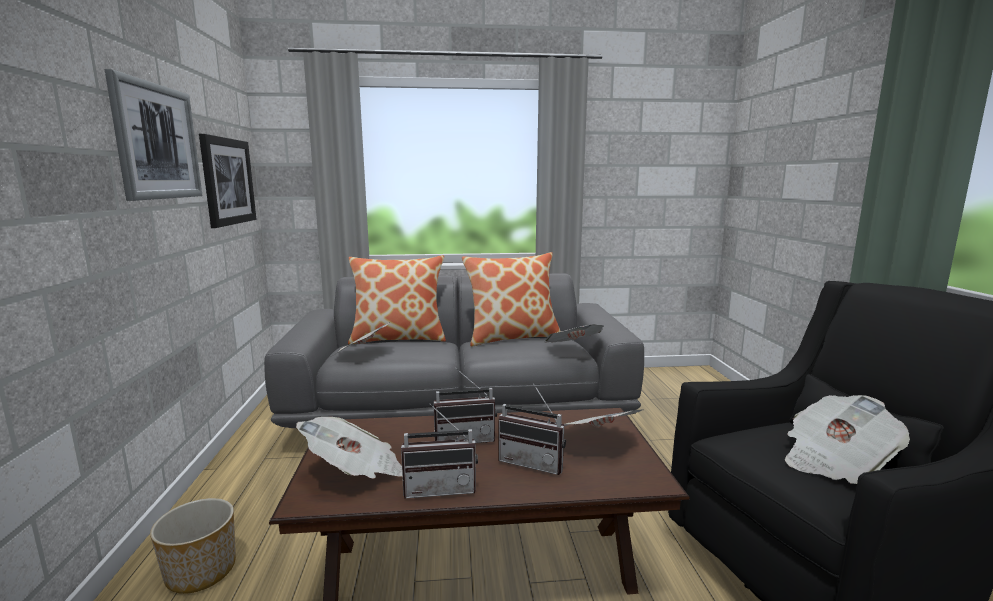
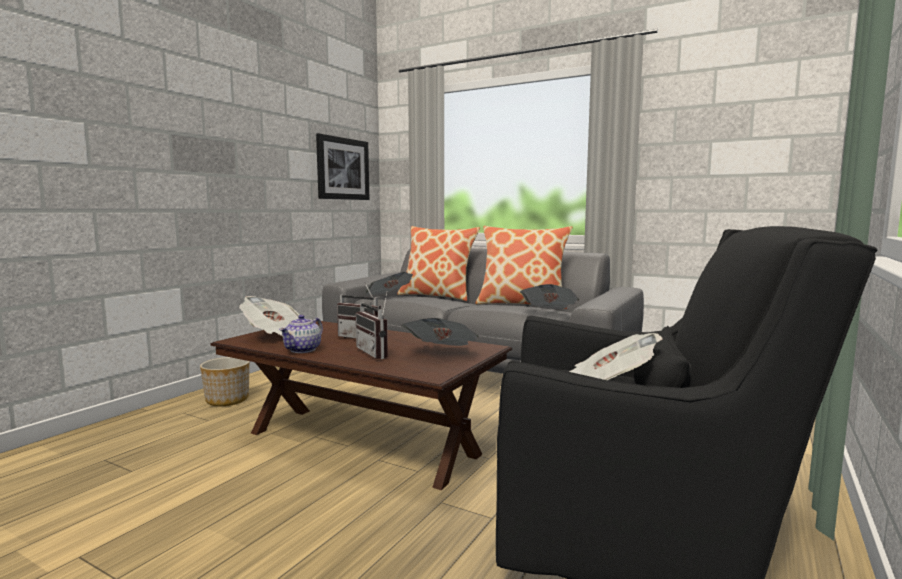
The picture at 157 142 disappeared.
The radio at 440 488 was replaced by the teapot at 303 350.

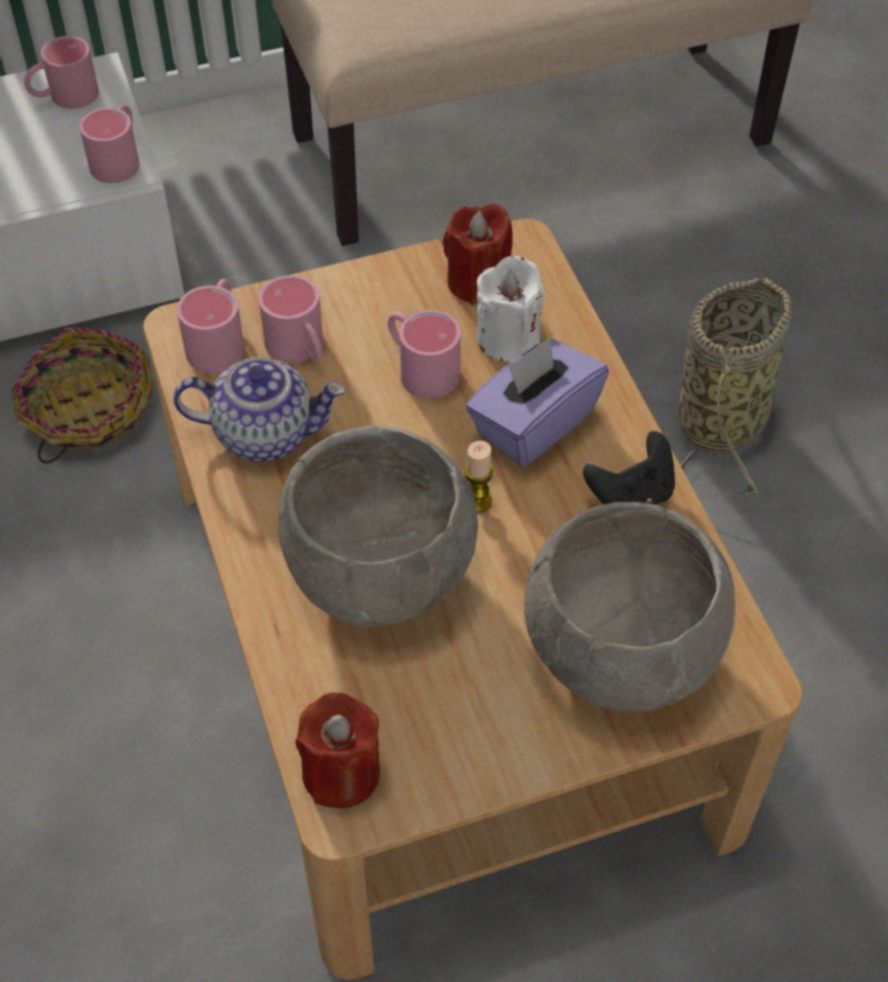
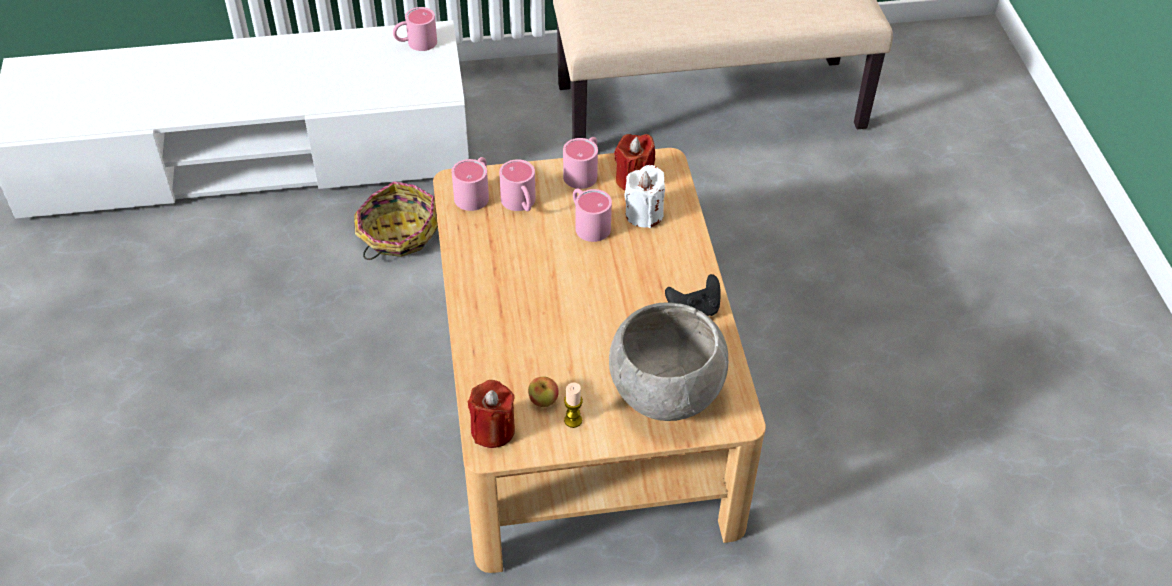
The teapot at 266 433 disappeared.
The grey bowl at 378 573 disappeared.
The purple tissue box at 533 424 disappeared.
The basket at 724 418 disappeared.
The apple at 543 400 appeared.
The pink mug moved from 119 158 to 584 172.
The candle moved from 477 501 to 573 420.

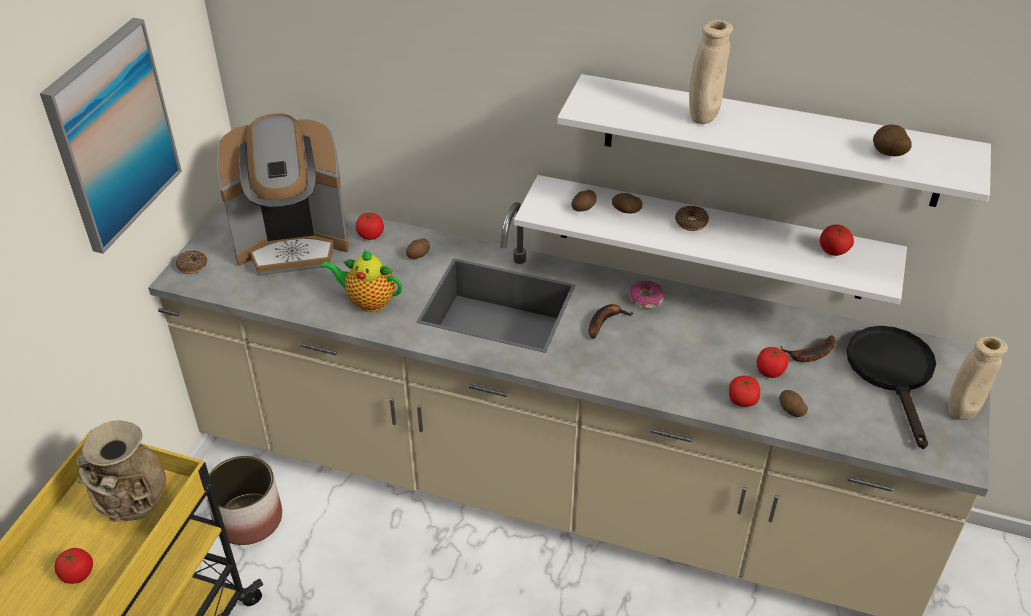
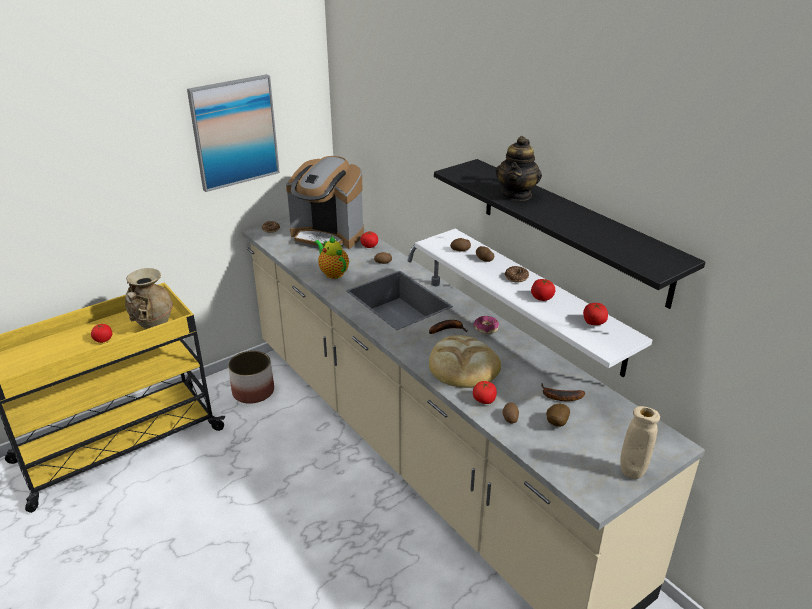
The black frying pan at 893 373 disappeared.
The bread at 463 366 appeared.
The tomato moved from 770 371 to 542 298.
The potato moved from 887 155 to 555 424.
The beige vase at 702 119 was replaced by the teapot at 517 194.
The white shelf at 770 141 became the black shelf at 572 229.

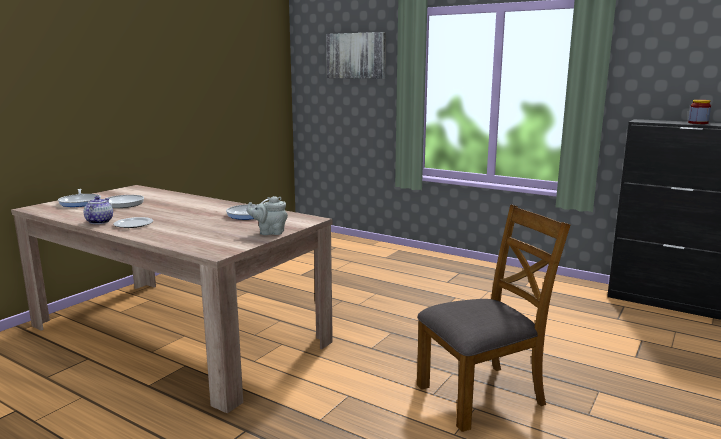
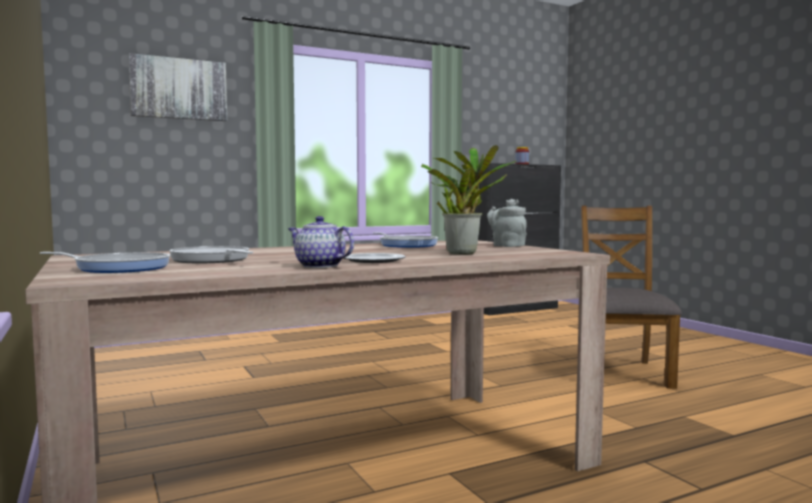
The potted plant at 463 253 appeared.
The grey teapot at 270 232 turned 120 degrees clockwise.

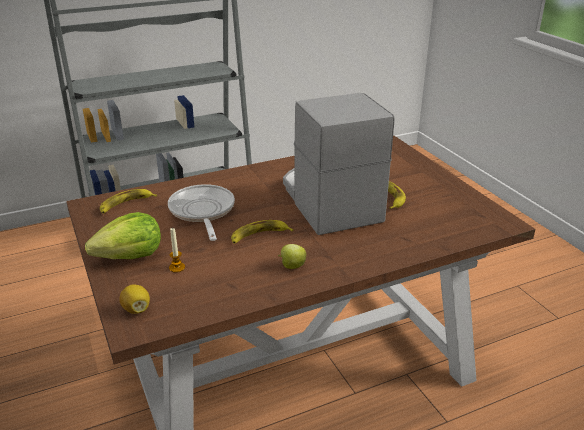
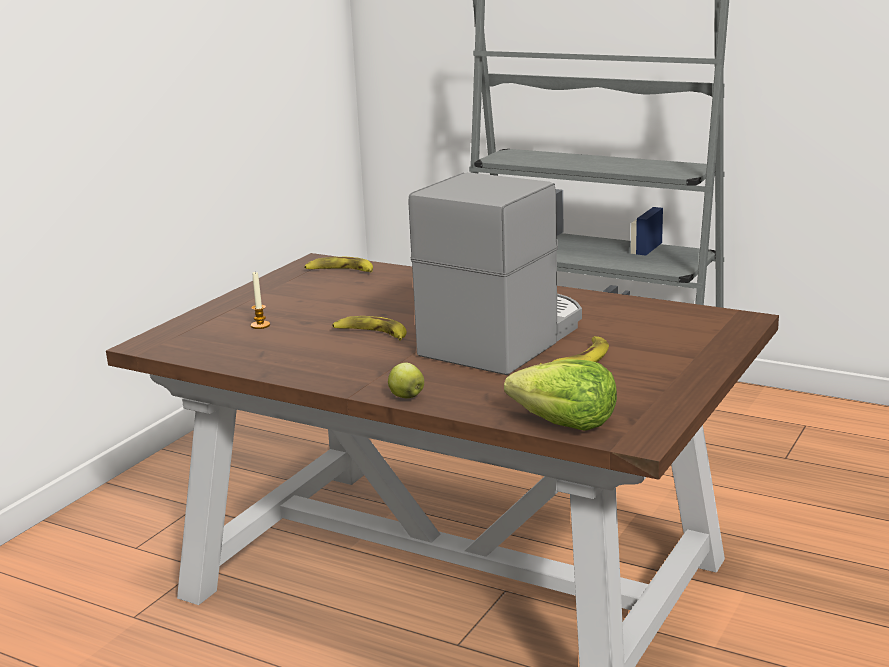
The lemon at 136 309 disappeared.
The frying pan at 202 212 disappeared.
The lettuce moved from 130 256 to 565 423.
The apple moved from 292 266 to 406 396.

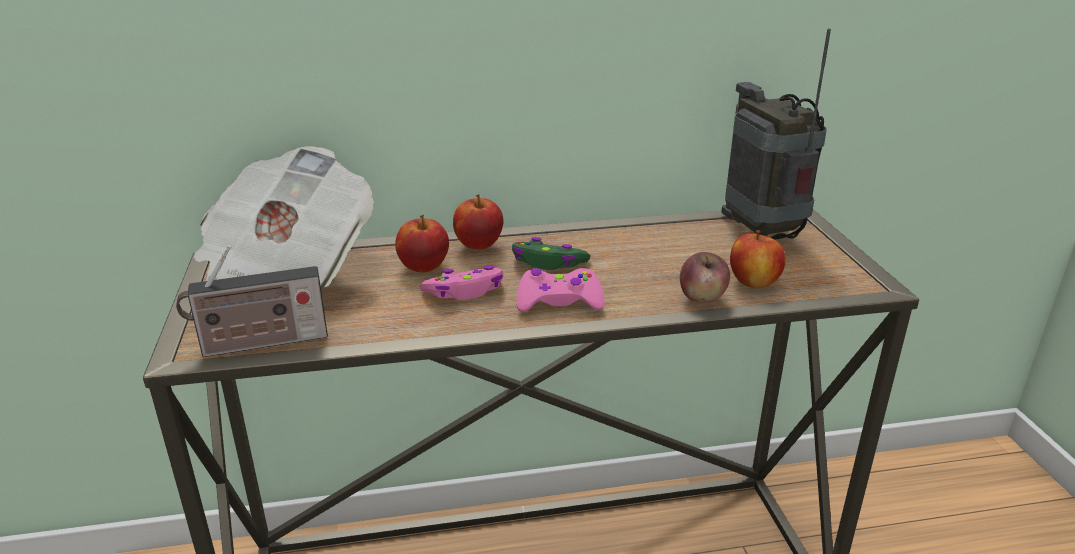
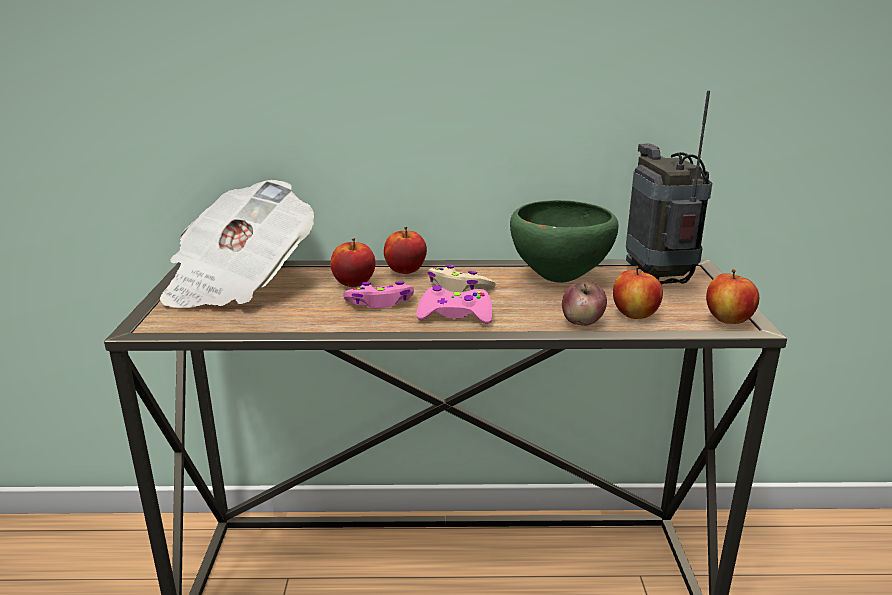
The radio at 259 344 disappeared.
The green bowl at 558 280 appeared.
The apple at 728 319 appeared.
The green game controller at 548 263 became the beige game controller at 459 288.

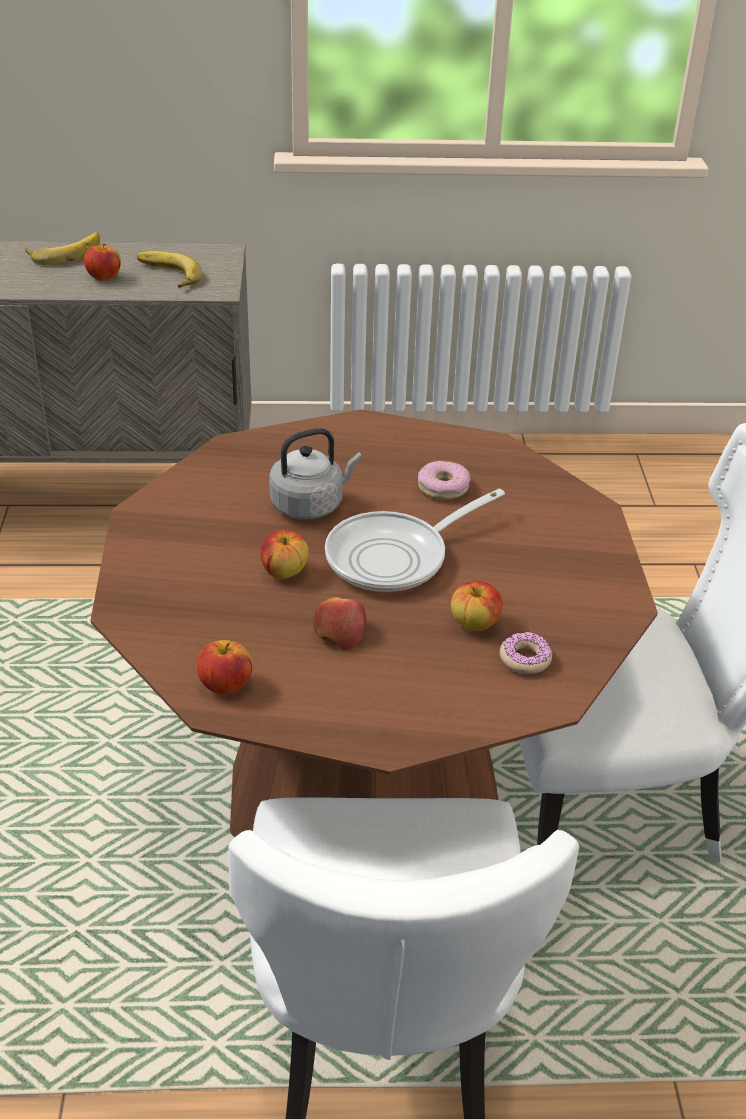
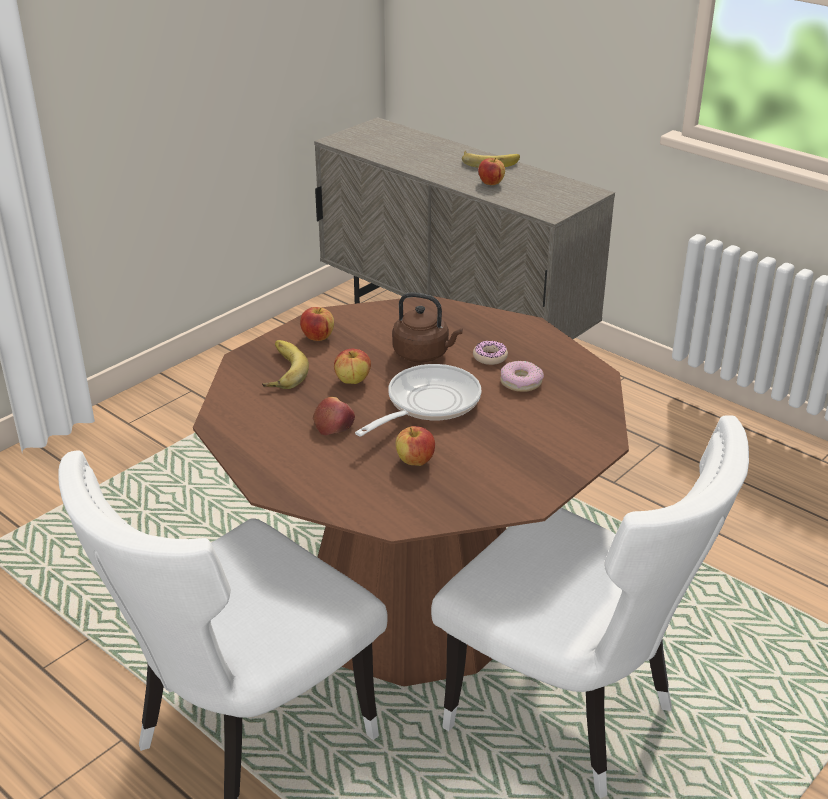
The banana moved from 166 276 to 280 370.
The apple moved from 225 685 to 317 337.
The donut moved from 525 659 to 490 357.
The grey kettle at 310 504 became the brown kettle at 424 354.
The frying pan at 395 557 turned 120 degrees clockwise.

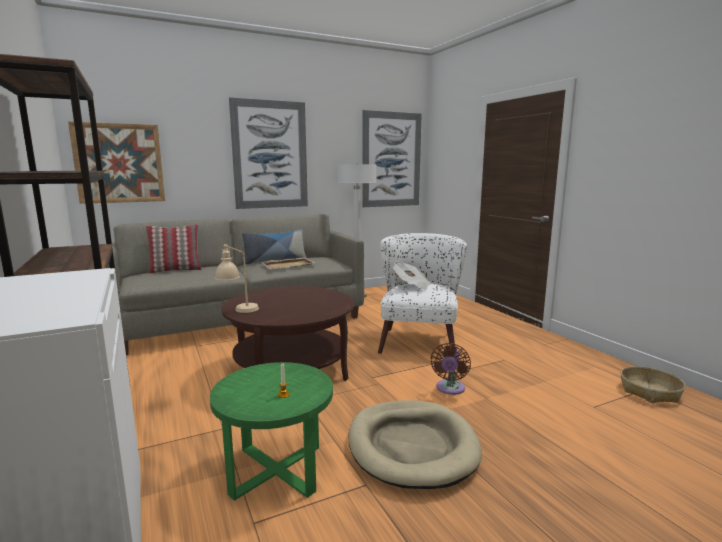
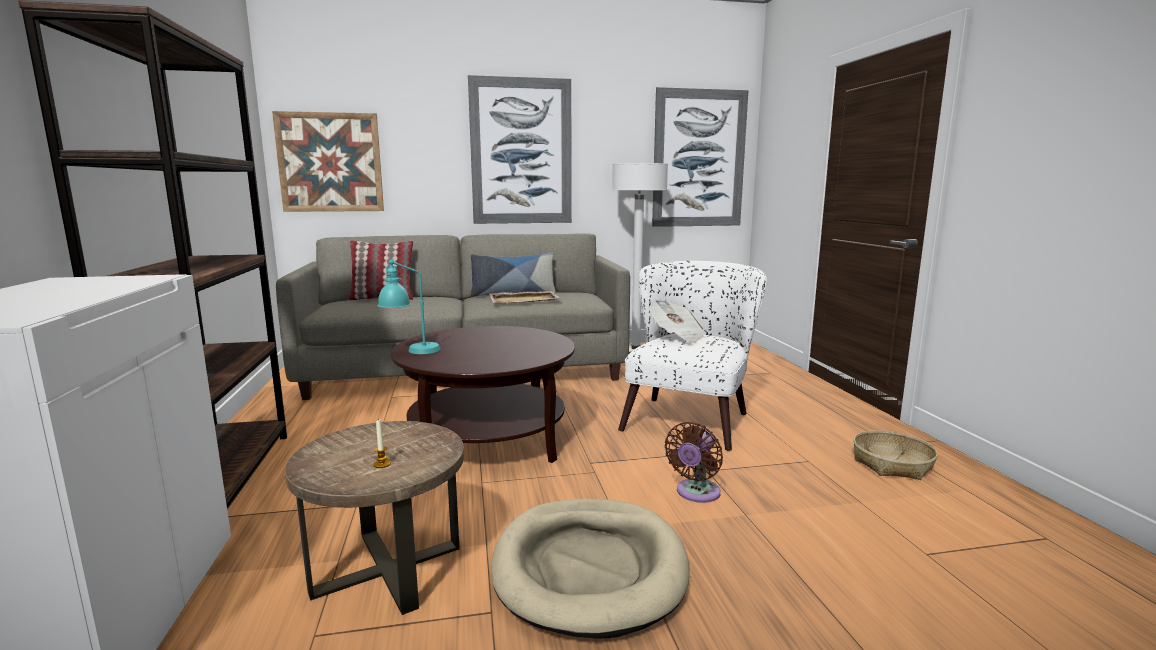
The basket moved from 649 392 to 892 464.
The green side table at 276 469 became the brown side table at 387 569.
The beige table lamp at 238 311 became the turquoise table lamp at 411 352.

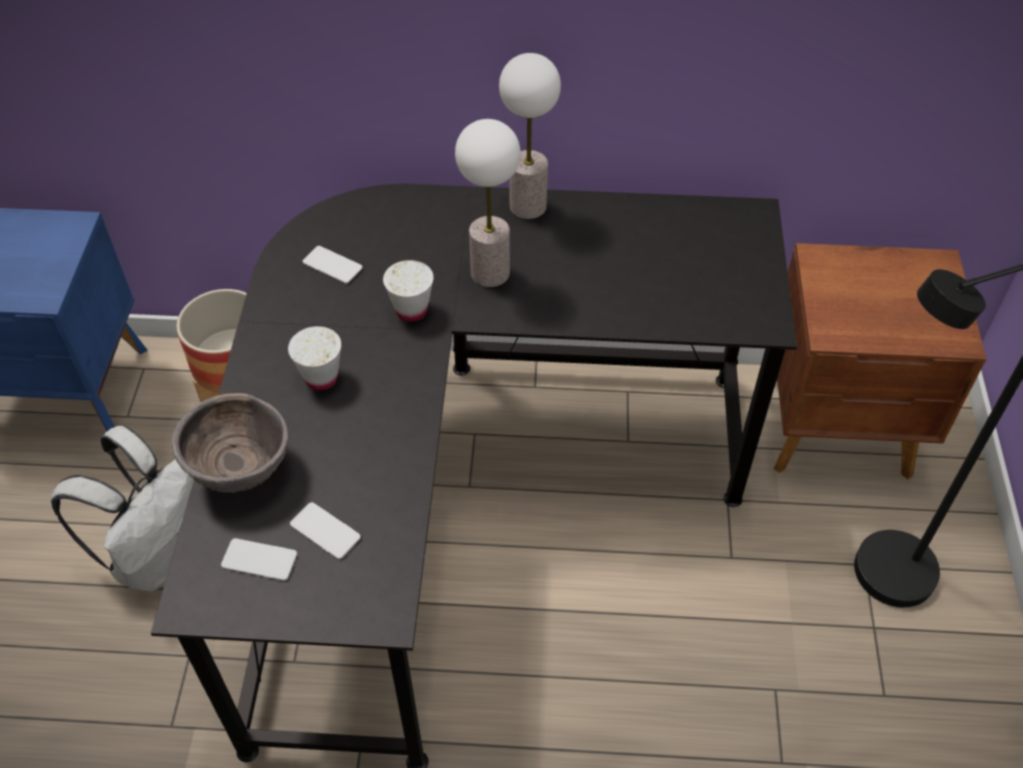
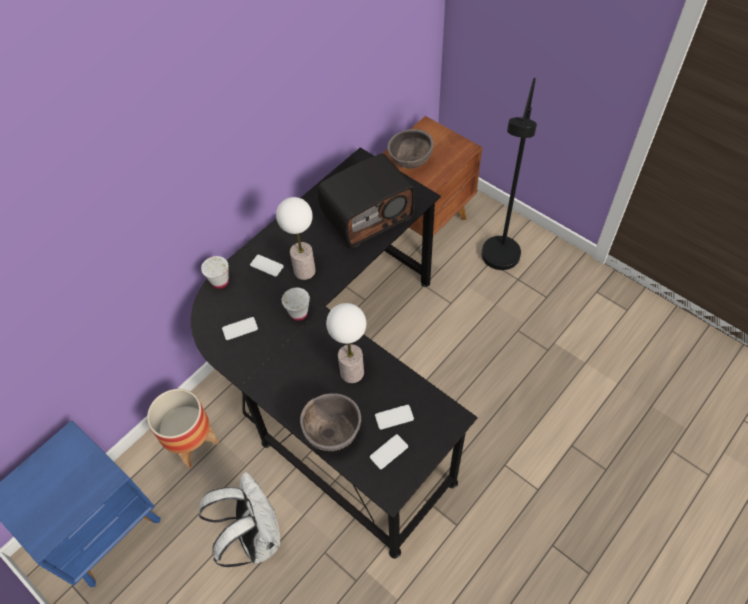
The phone at 267 266 appeared.
The radio at 367 215 appeared.
The brown bowl at 410 163 appeared.
The white cup moved from 321 378 to 220 282.
The table lamp moved from 527 206 to 351 372.

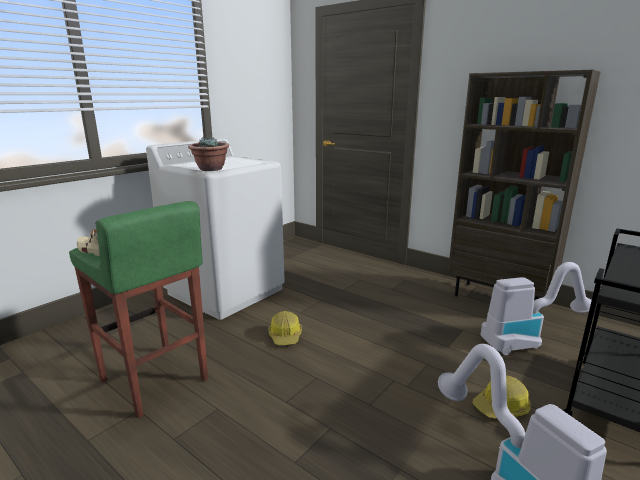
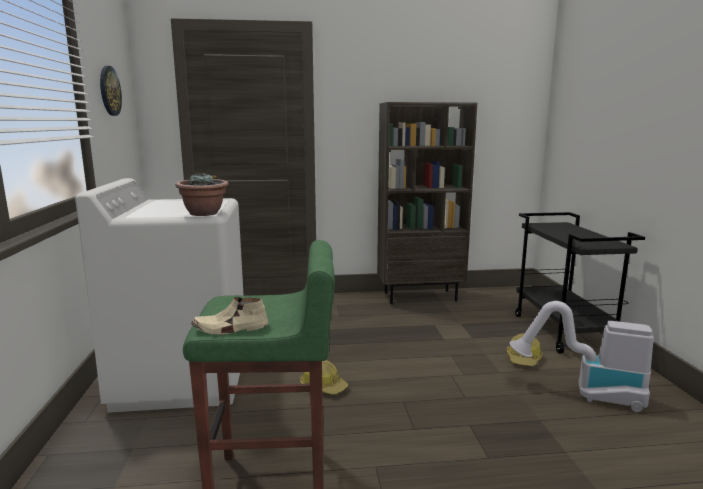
The vacuum cleaner at 527 340 disappeared.
The wall clock at 109 91 appeared.

